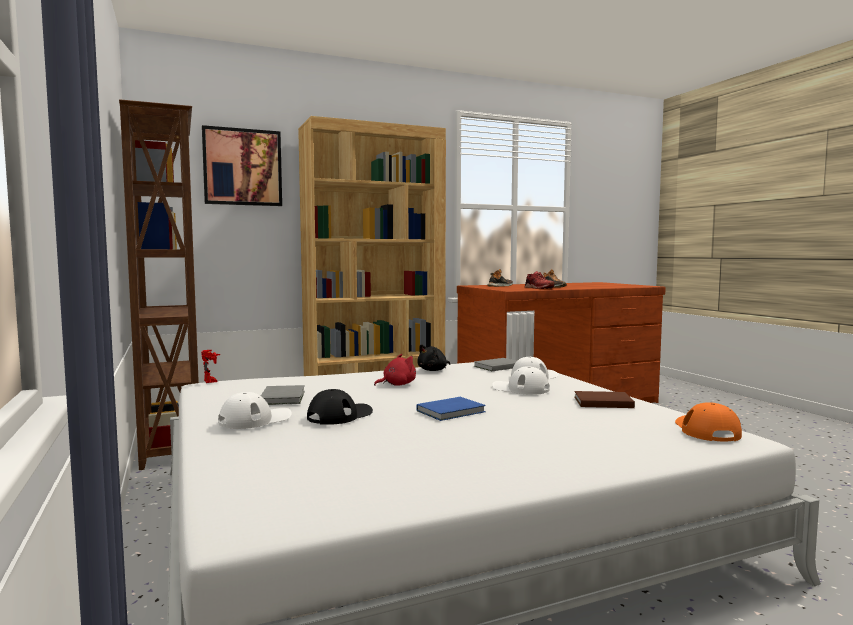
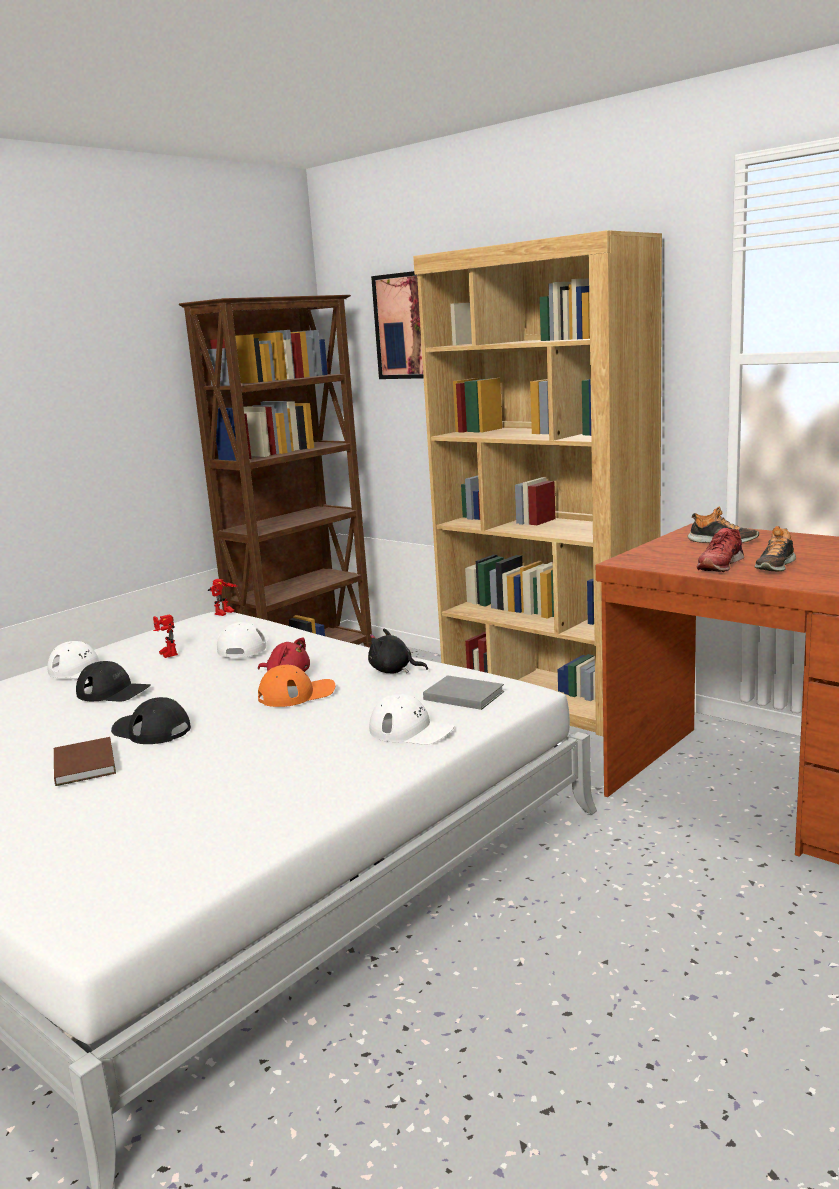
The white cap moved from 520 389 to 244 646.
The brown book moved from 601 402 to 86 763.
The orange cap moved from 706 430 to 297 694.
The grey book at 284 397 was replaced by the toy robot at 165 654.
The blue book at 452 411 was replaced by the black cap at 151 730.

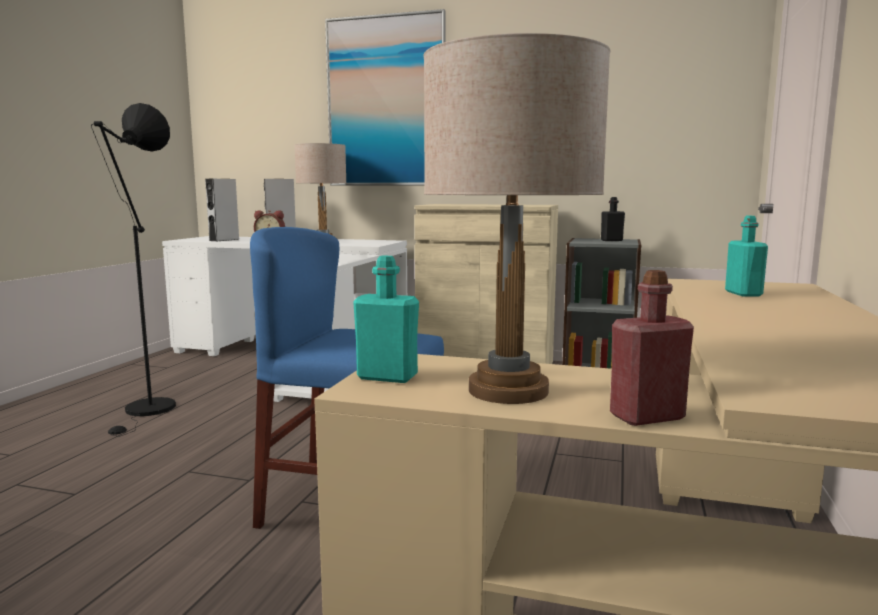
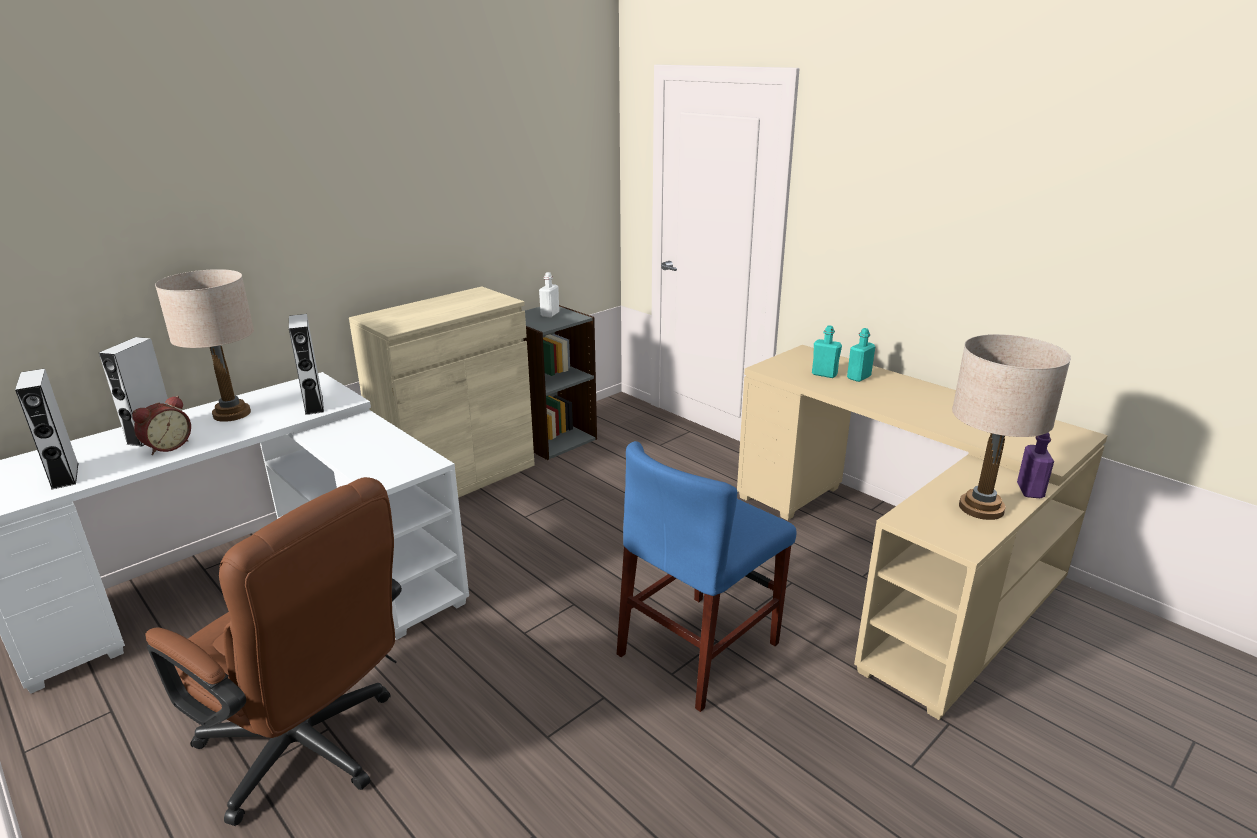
The picture at 386 102 disappeared.
The grey speaker at 314 405 appeared.
The turquoise bottle moved from 387 377 to 858 377.
The black floor lamp at 148 411 was replaced by the brown office chair at 310 752.
The black bottle at 611 240 became the white bottle at 550 314.
The red bottle at 646 416 became the purple bottle at 1030 491.

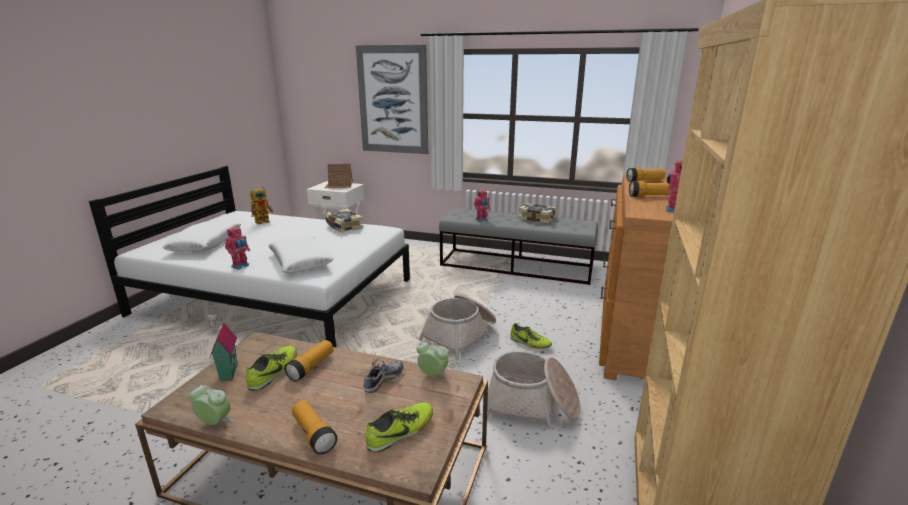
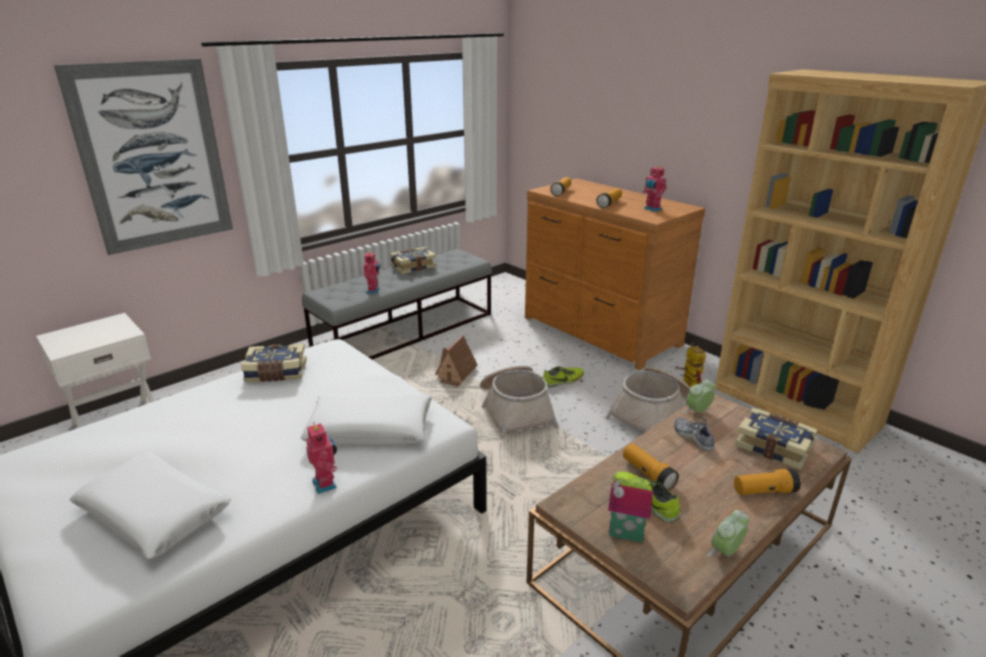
The toy robot moved from 264 221 to 687 386.
The toy house moved from 339 186 to 455 374.
The shoe at 401 432 was replaced by the book at 774 446.

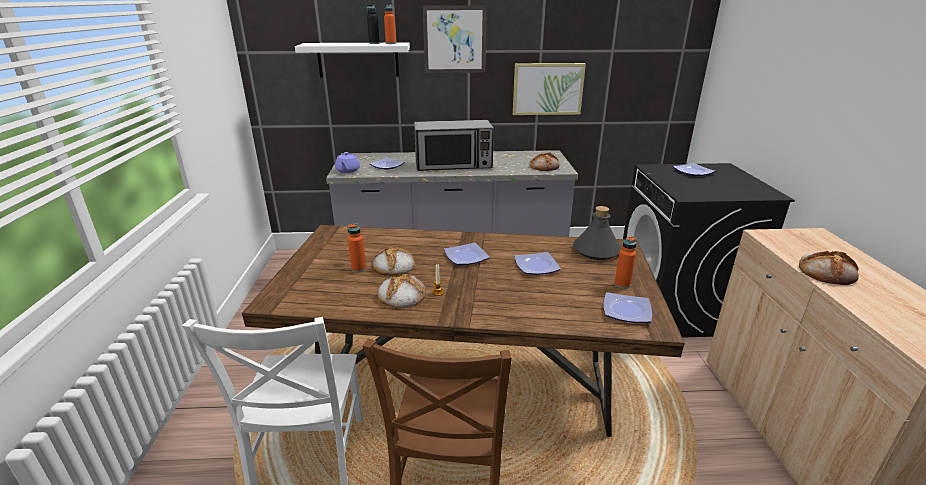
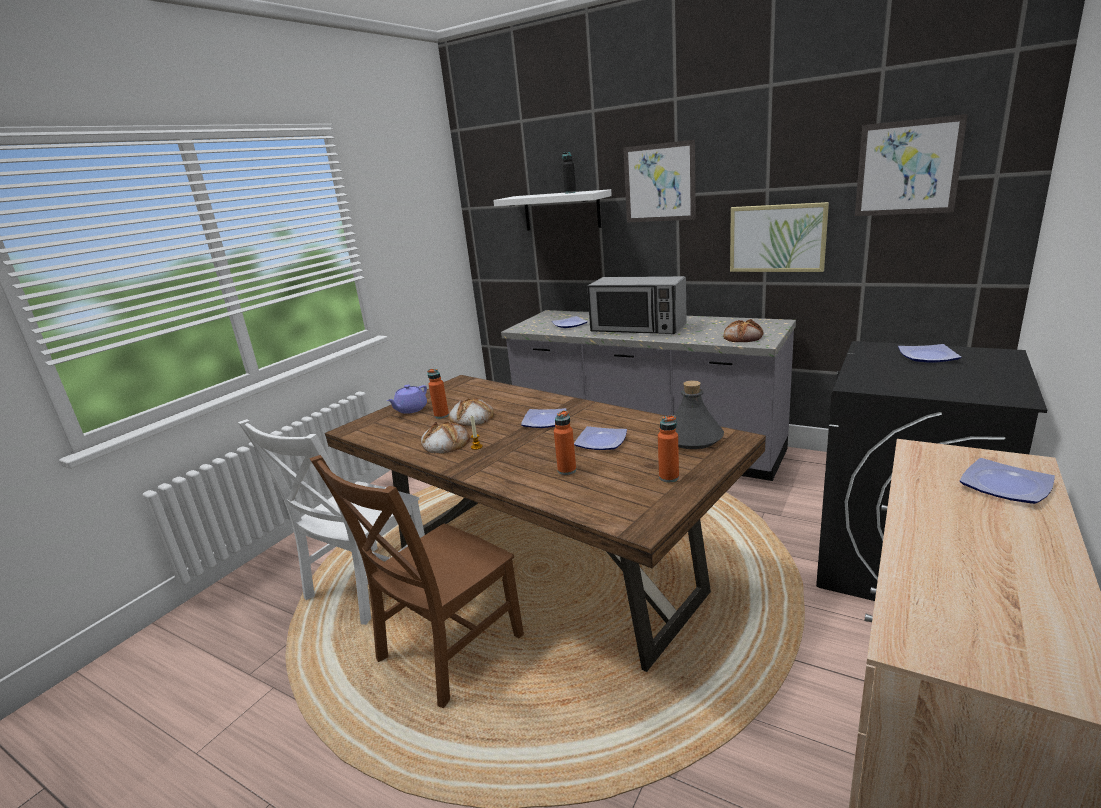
The bread at 827 272 disappeared.
The picture at 907 168 appeared.
The purple teapot moved from 347 171 to 410 409.
The orange bottle moved from 390 43 to 567 470.
The plate moved from 627 310 to 1007 486.

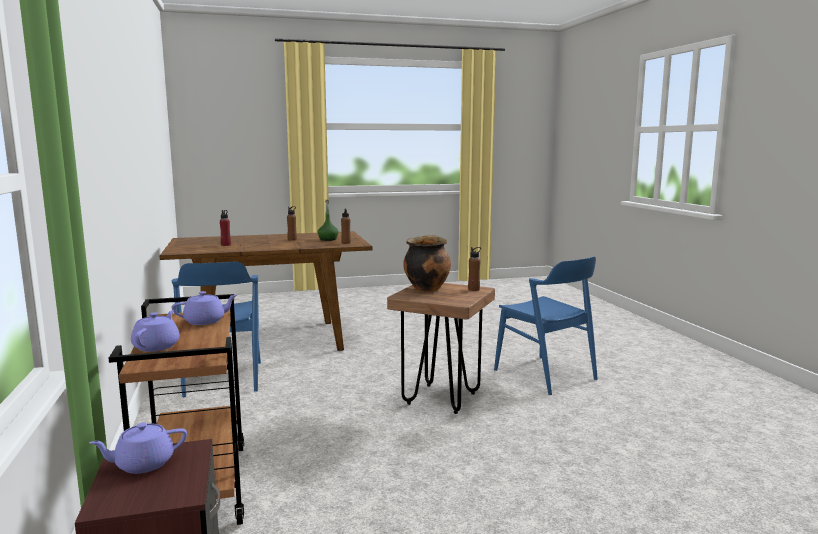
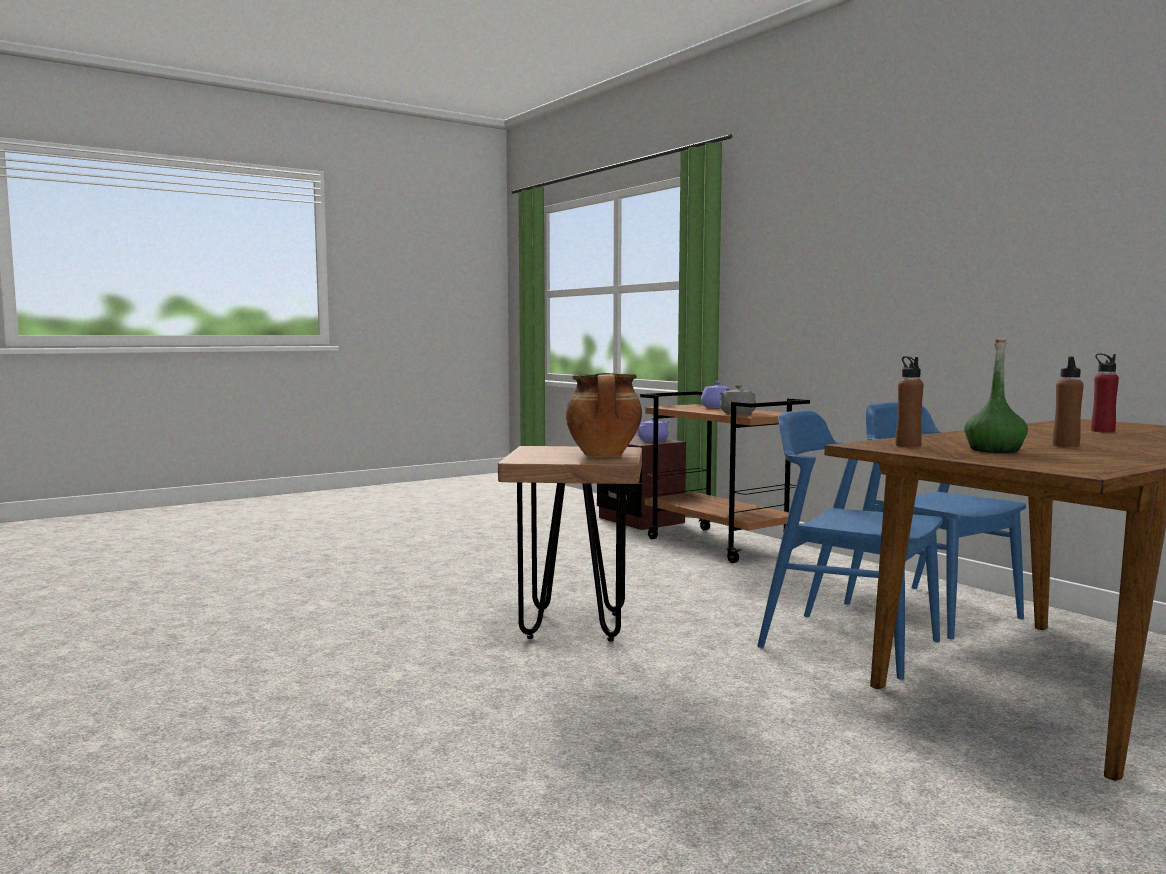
The brown bottle at 474 289 disappeared.
The blue chair moved from 545 374 to 848 643.
The purple teapot at 205 321 became the grey teapot at 737 413.

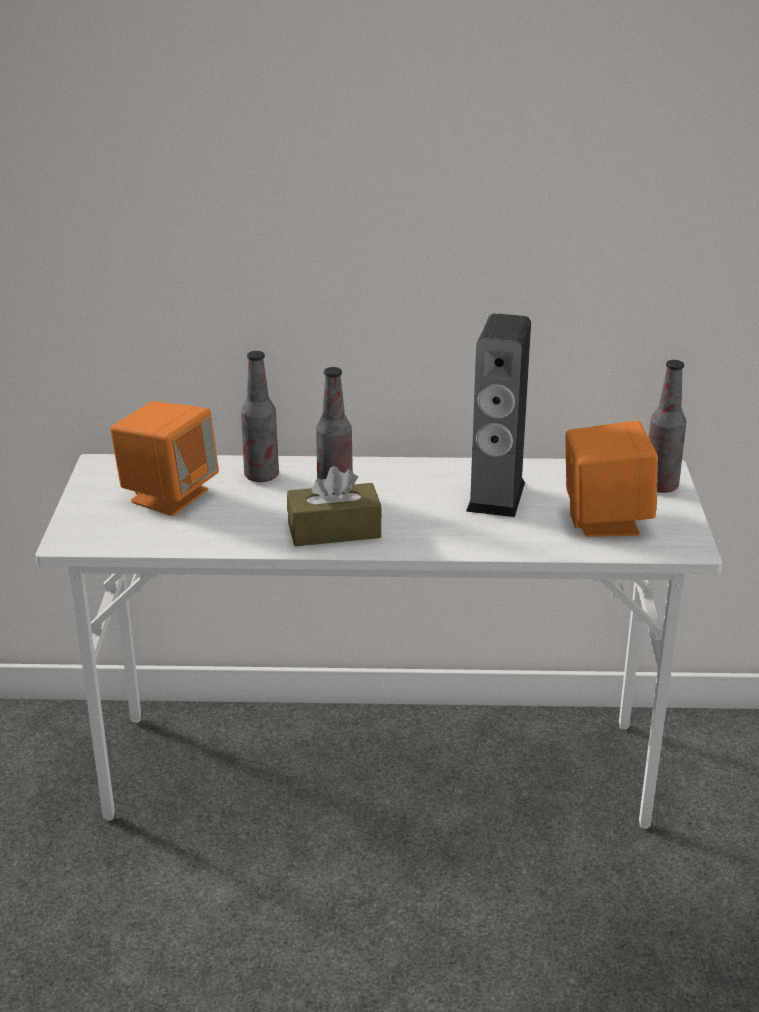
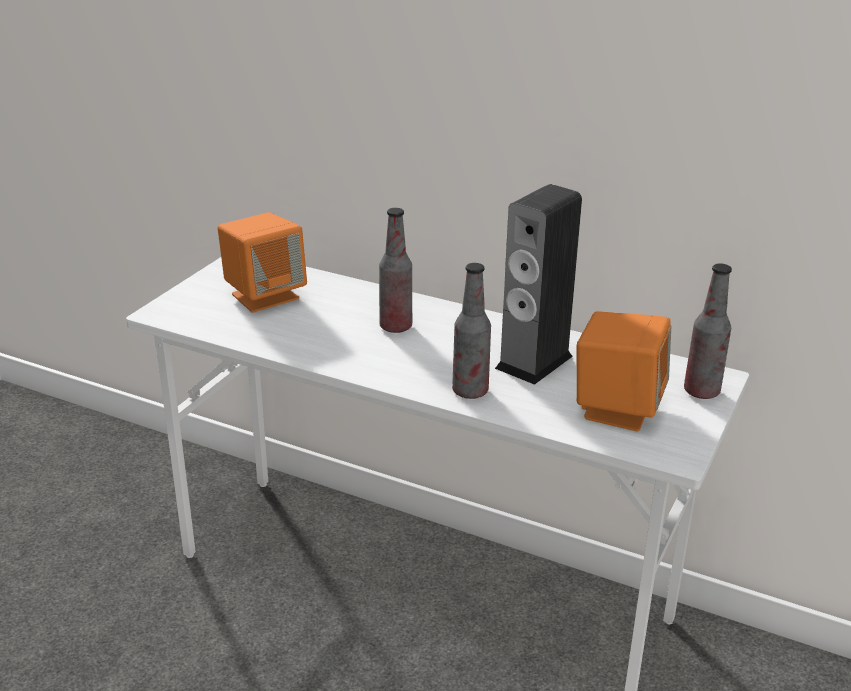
The brown tissue box at 334 530 disappeared.
The bottle moved from 261 476 to 470 391.

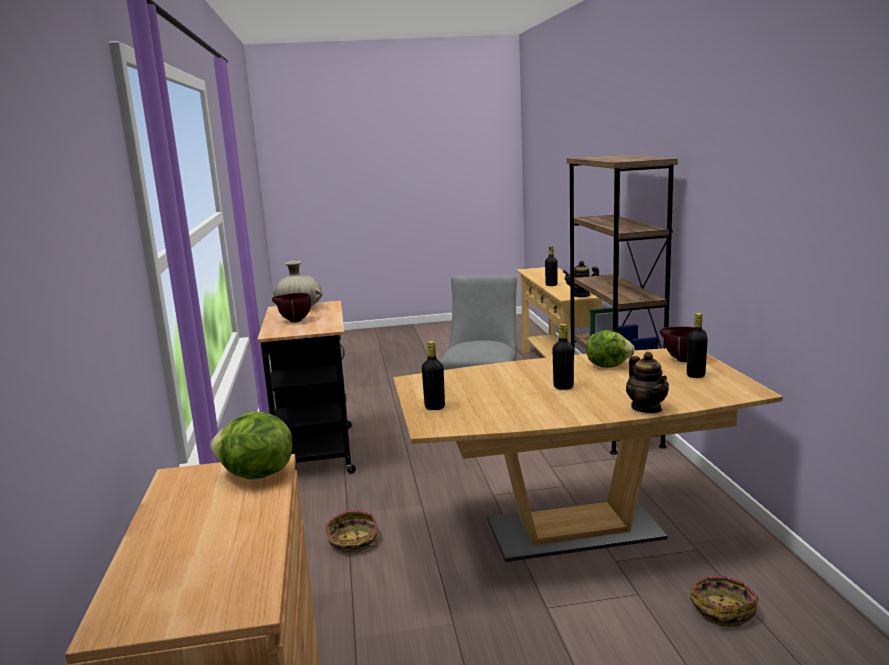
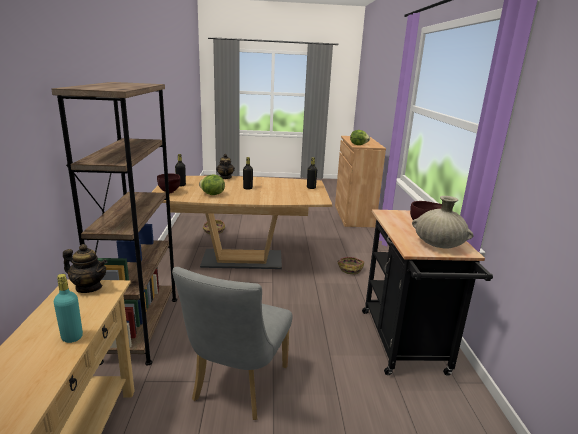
The black bottle at 551 285 became the turquoise bottle at 72 337.

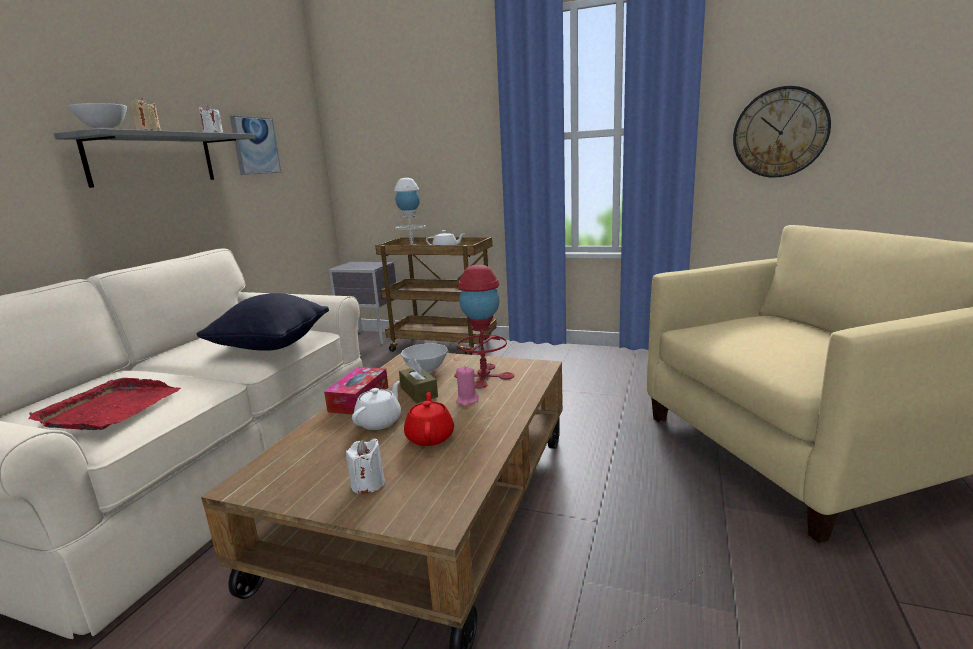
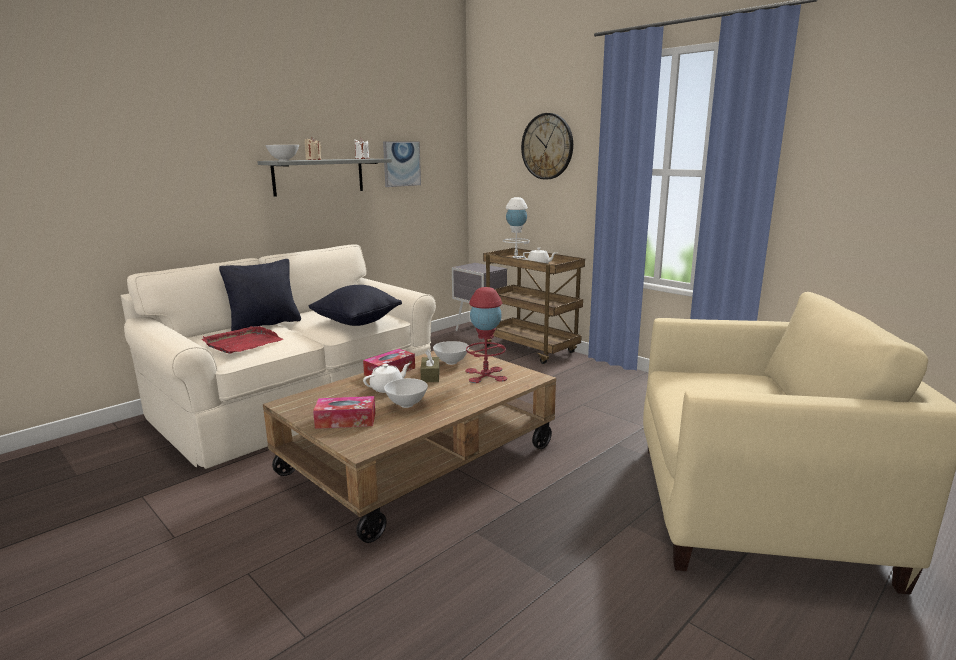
The pink candle at 467 401 disappeared.
The black pillow at 265 324 appeared.
The wall clock moved from 779 132 to 547 146.
The white candle at 367 484 was replaced by the tissue box at 346 420.
The red teapot at 430 437 was replaced by the white bowl at 406 404.

